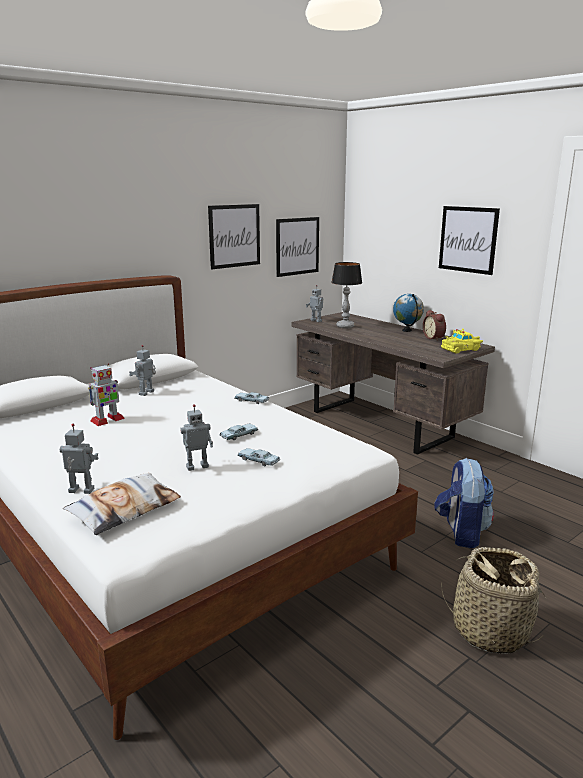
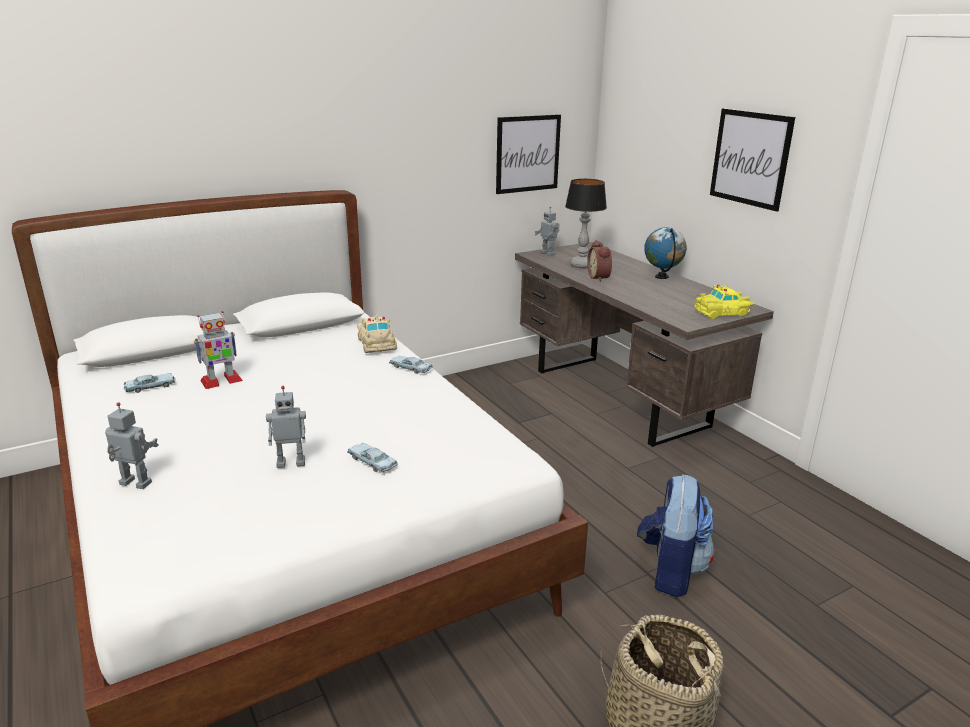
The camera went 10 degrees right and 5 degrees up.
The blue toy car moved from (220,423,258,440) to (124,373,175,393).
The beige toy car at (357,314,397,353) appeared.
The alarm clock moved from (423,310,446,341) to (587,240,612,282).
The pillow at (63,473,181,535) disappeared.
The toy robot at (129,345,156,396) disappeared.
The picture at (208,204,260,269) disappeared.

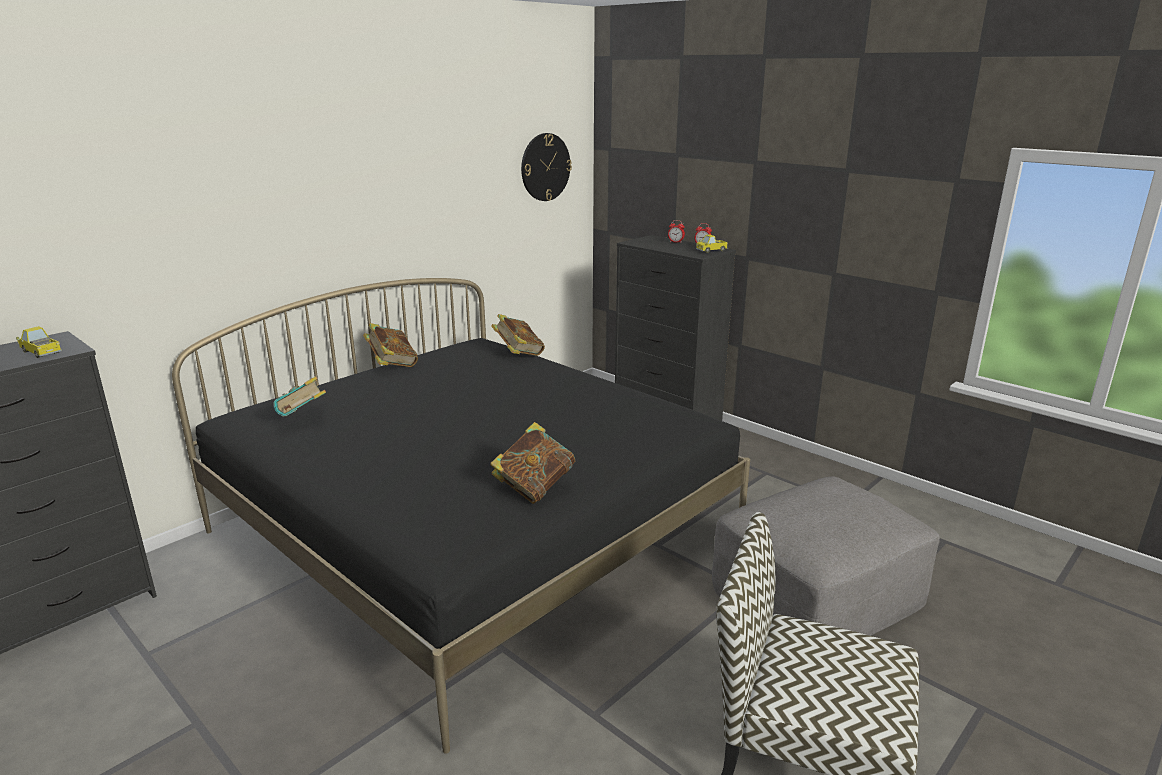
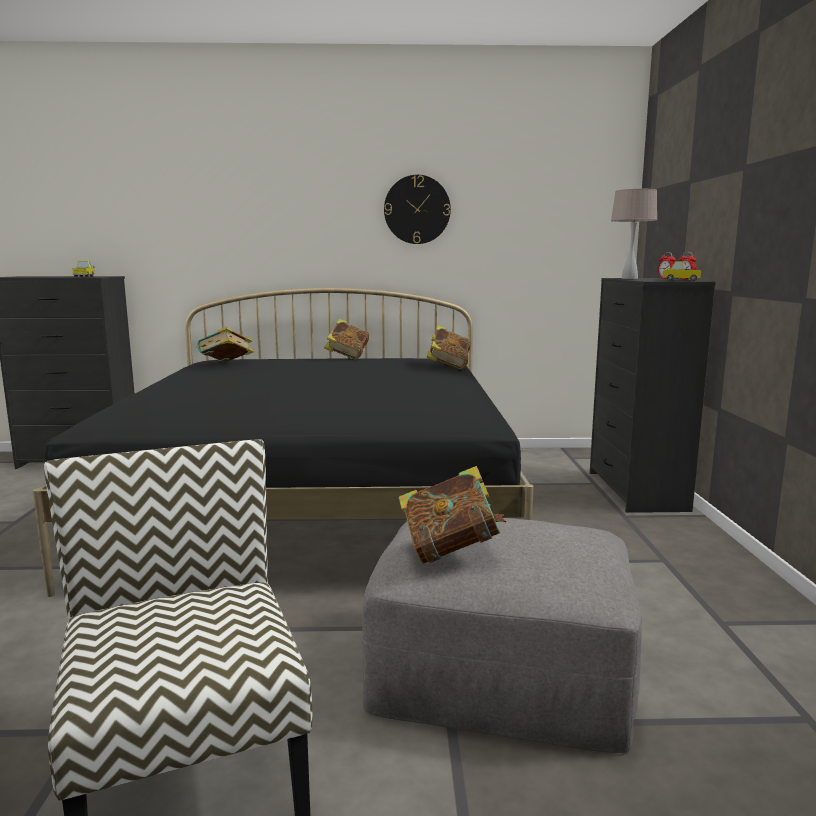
The camera went 45 degrees right and 10 degrees down.
The wall clock moved from (521,133,572,201) to (384,175,451,244).
The book moved from (490,422,575,504) to (399,466,507,564).
The beige table lamp at (611,188,657,279) appeared.

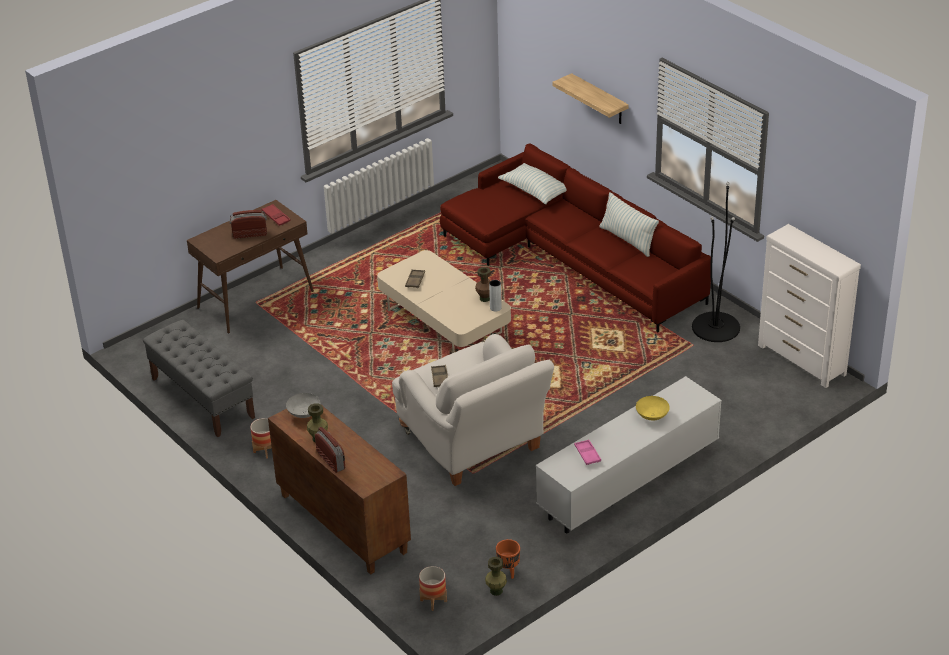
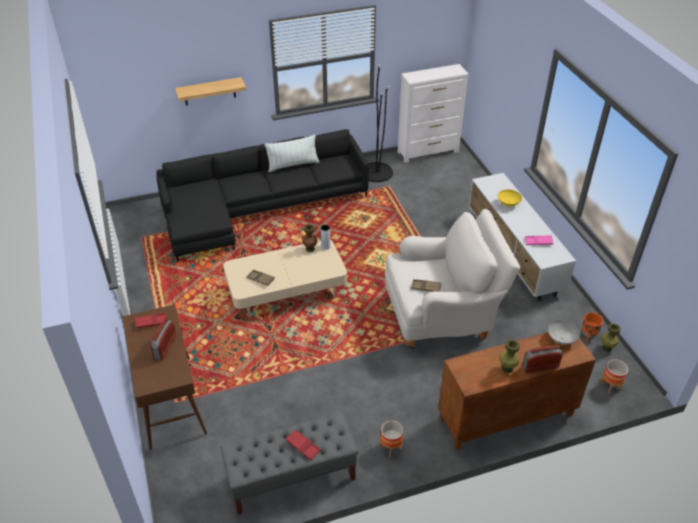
The camera went 70 degrees left and 5 degrees up.
The red sofa at (440,143,711,332) became the black sofa at (156,129,369,262).
The red tray at (286,429,321,460) appeared.
The grey bowl moved from (286,393,320,418) to (548,320,580,345).
The pillow at (498,163,566,204) disappeared.

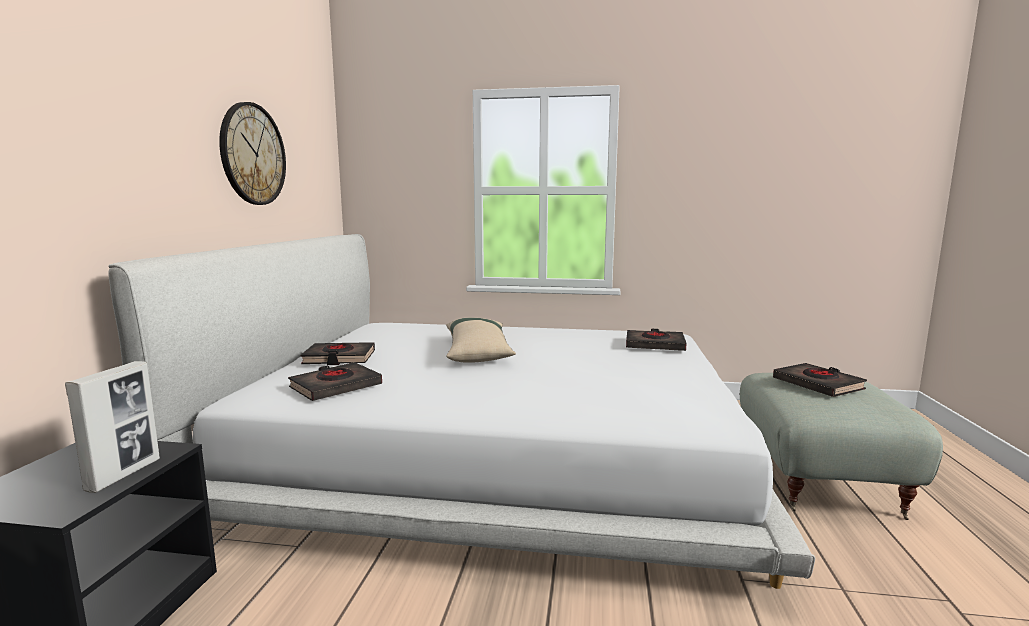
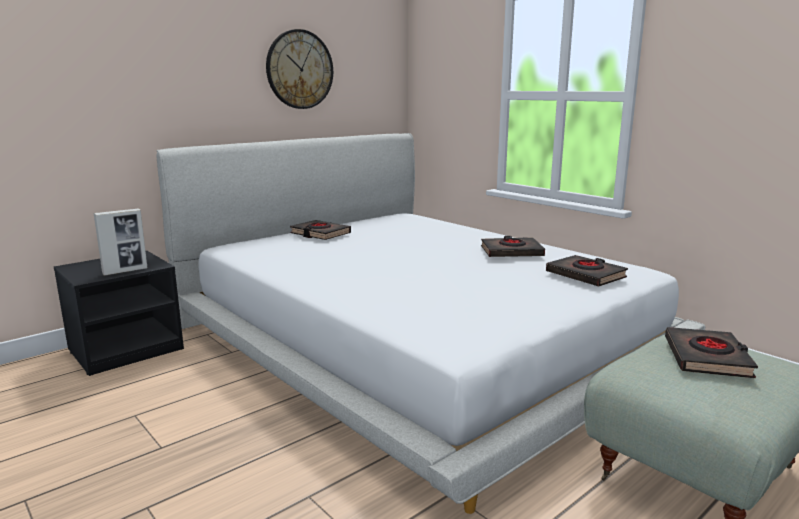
The camera went 40 degrees right and 5 degrees up.
The black book moved from (288,362,382,401) to (481,236,545,257).
The beige pillow at (446,317,516,363) disappeared.

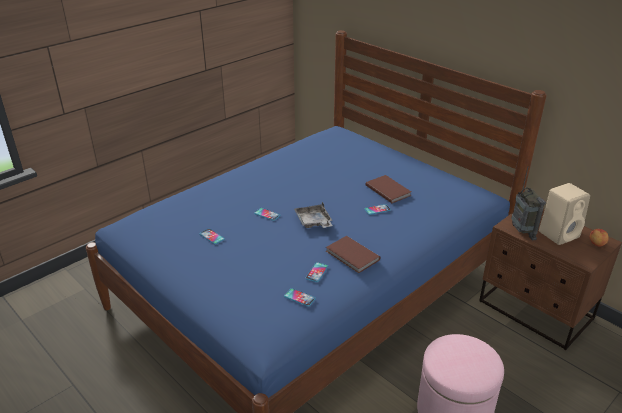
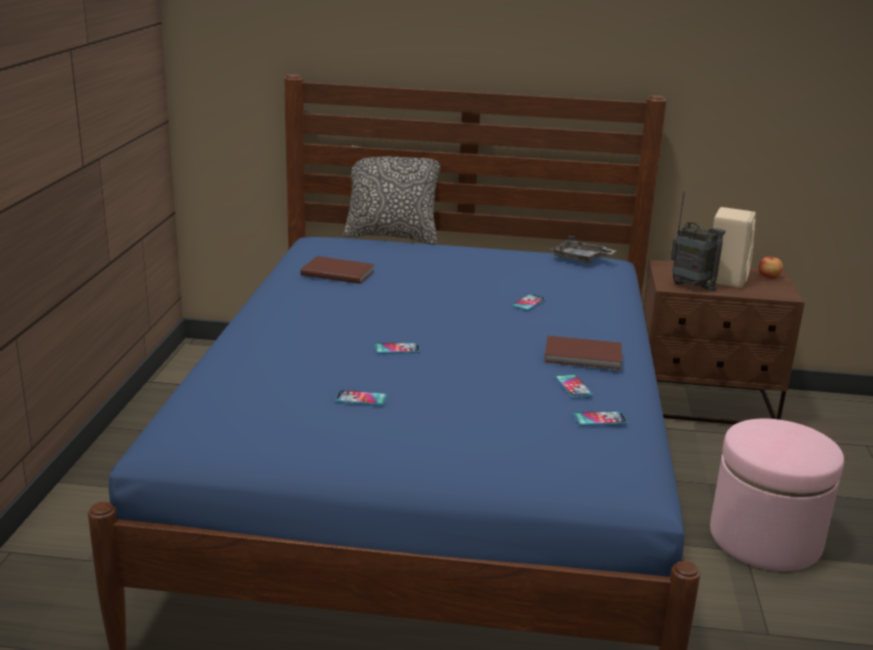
The camera went 40 degrees left and 10 degrees down.
The brown book moved from (366,175,411,203) to (300,256,375,284).
The pillow at (343,145,441,245) appeared.
The grey tray moved from (294,202,333,228) to (551,236,616,263).

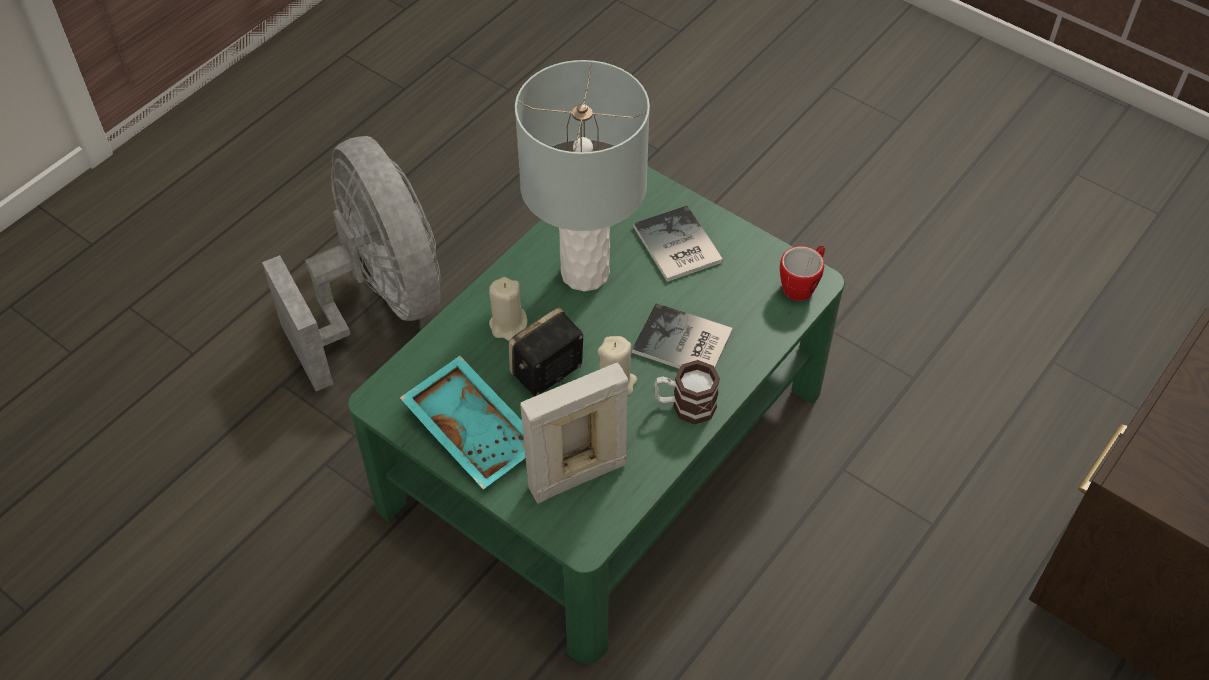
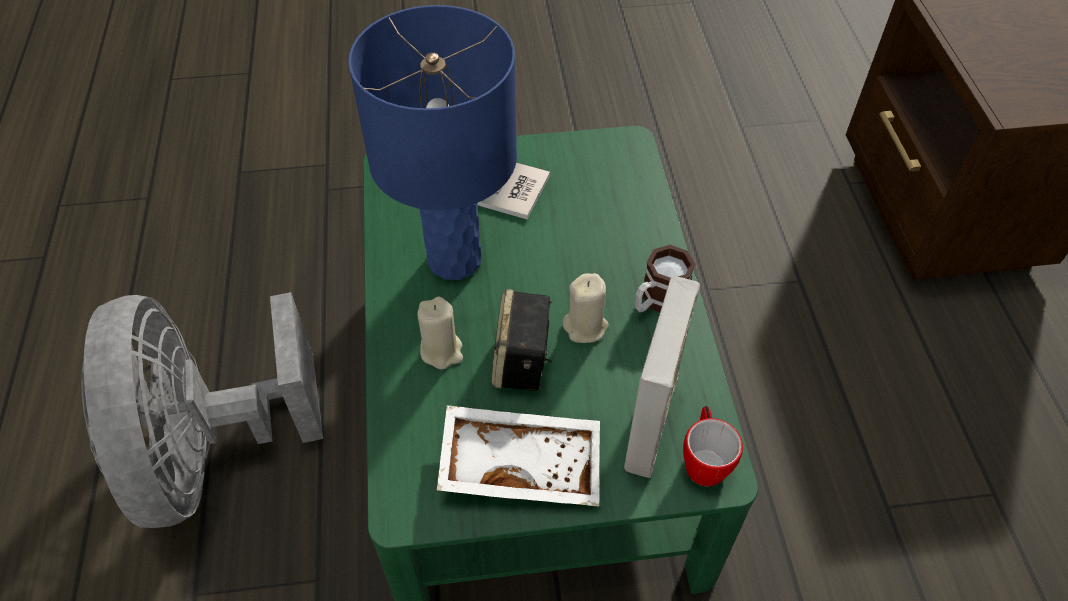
The camera went 45 degrees left and 0 degrees up.
The grey fan at (262,136,440,391) turned 120 degrees counterclockwise.
The grey table lamp at (515,60,650,291) became the blue table lamp at (348,5,517,280).
The turquoise tray at (400,356,526,490) became the white tray at (437,405,600,507).
The mug moved from (780,246,825,301) to (683,406,743,487).
The book at (632,303,733,369) disappeared.

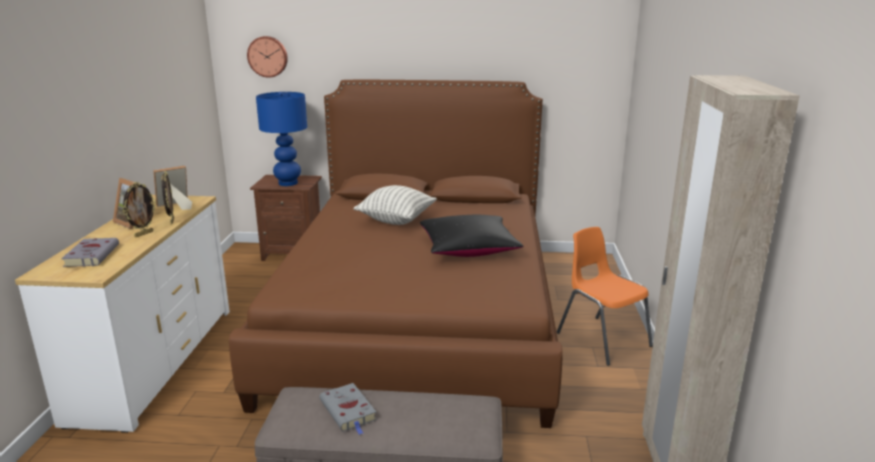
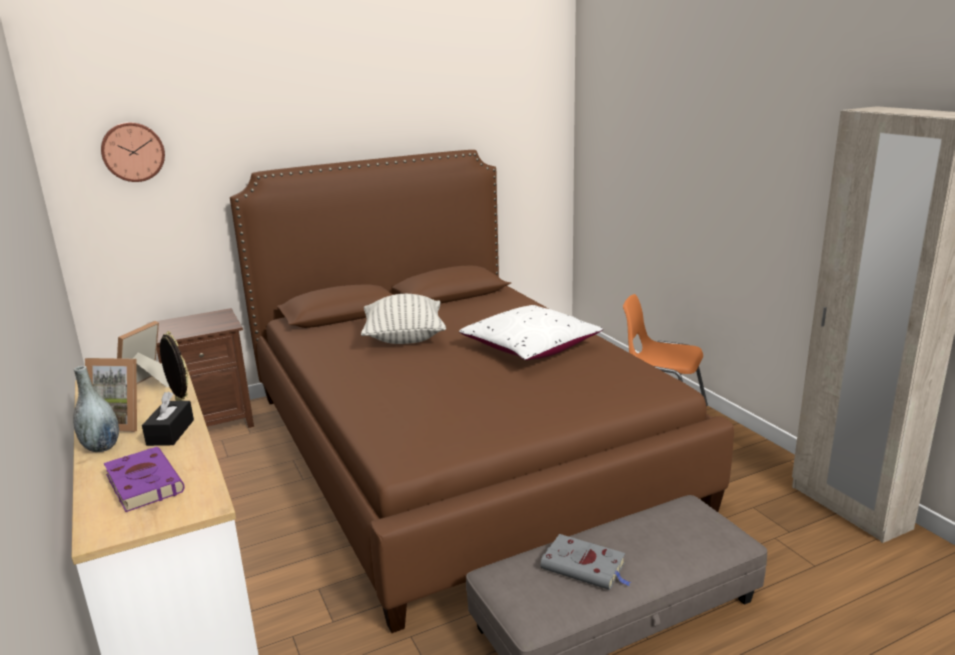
The camera went 30 degrees left and 0 degrees up.
The grey vase at (73,366,119,452) appeared.
The grey book at (61,238,119,267) became the purple book at (104,447,185,512).
The picture frame at (123,182,156,237) was replaced by the black tissue box at (142,392,194,446).
The black pillow at (420,215,524,257) became the white pillow at (459,305,603,360).
The blue table lamp at (256,92,307,186) disappeared.

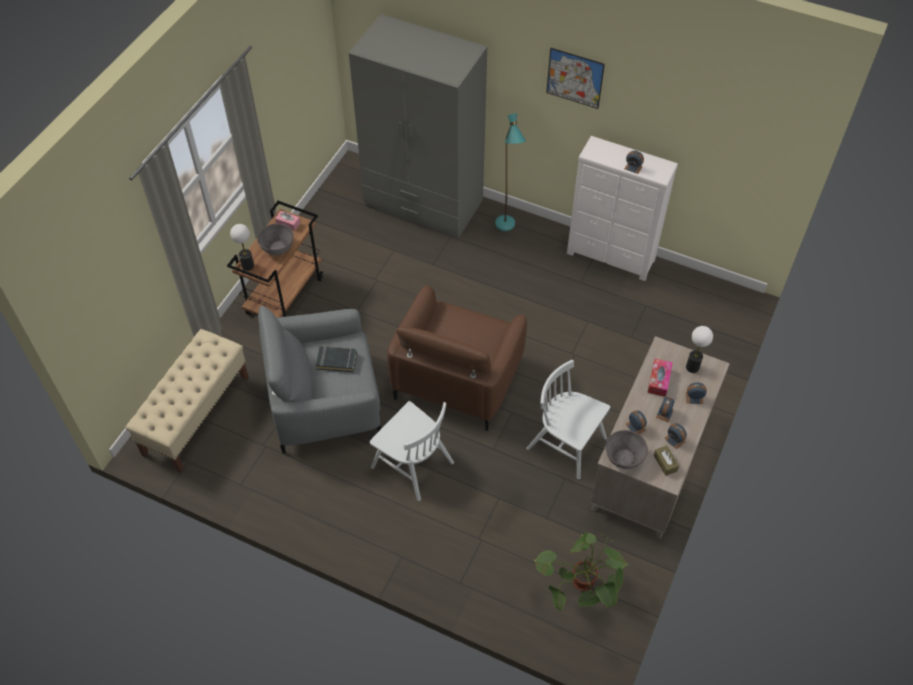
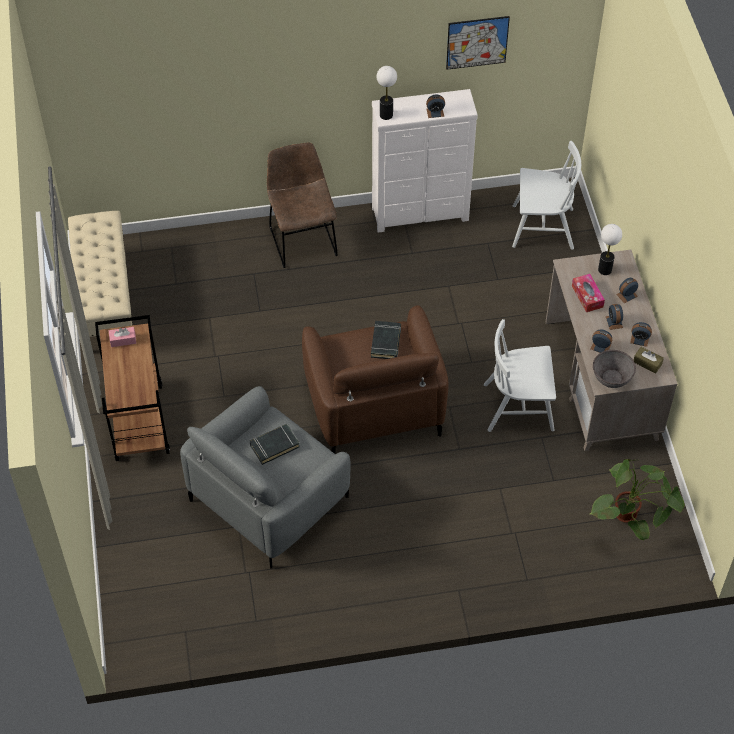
The camera went 35 degrees left and 0 degrees up.
The beige bench moved from (125,329,249,473) to (68,211,133,337).
The turquoise floor lamp at (495,113,526,231) was replaced by the brown chair at (267,143,338,268).
The black book at (371,321,401,359) appeared.
The table lamp moved from (230,224,254,271) to (377,66,397,120).
The picture moved from (546,48,605,109) to (446,16,510,70).
The white chair moved from (369,401,454,501) to (512,141,581,250).
The grey bowl at (257,224,294,255) disappeared.
The grey wardrobe at (349,14,487,239) disappeared.

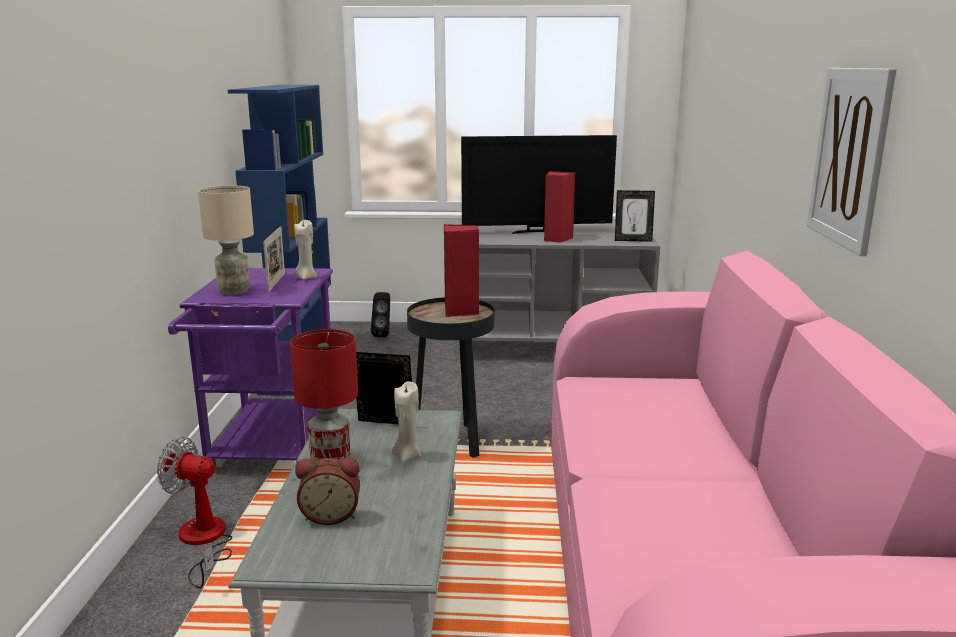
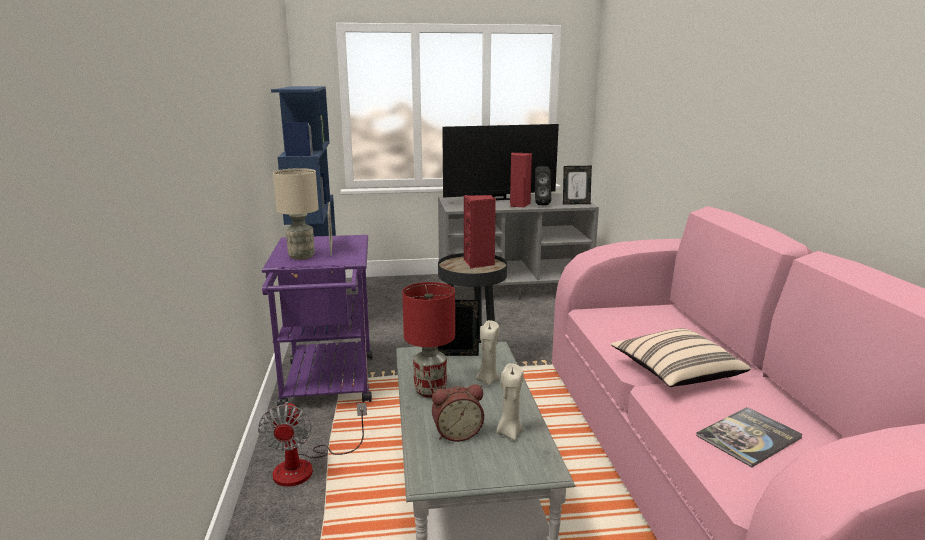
The camera went 10 degrees left and 0 degrees up.
The fan at (157,437,232,588) turned 105 degrees counterclockwise.
The beige candle moved from (294,220,317,280) to (497,363,524,440).
The black speaker moved from (371,292,390,337) to (535,166,551,205).
The beige pillow at (611,328,751,387) appeared.
The book at (696,407,803,467) appeared.
The picture at (807,68,896,256) disappeared.

